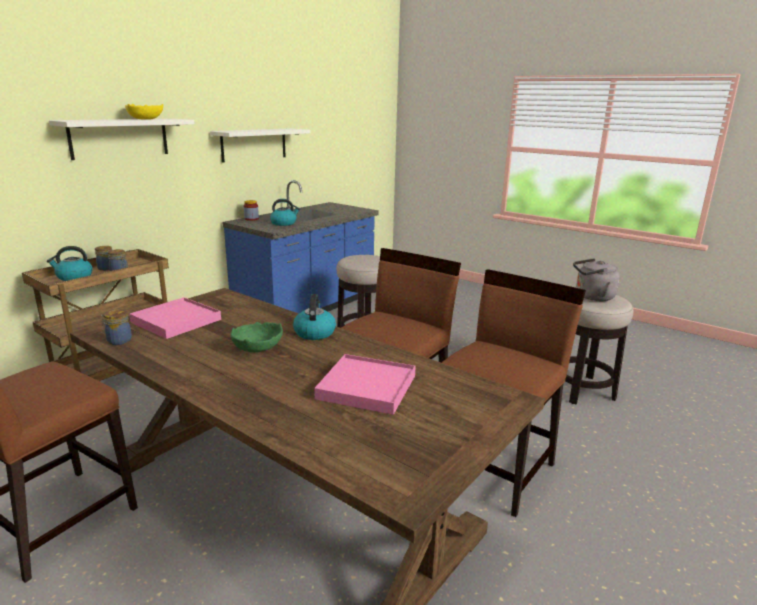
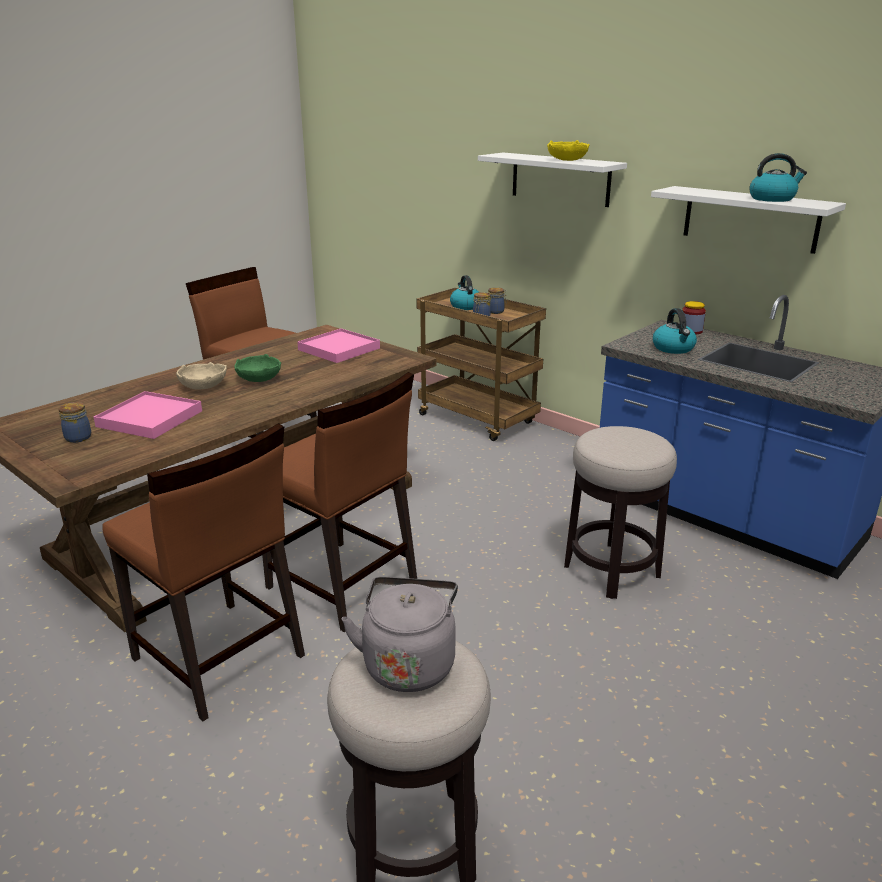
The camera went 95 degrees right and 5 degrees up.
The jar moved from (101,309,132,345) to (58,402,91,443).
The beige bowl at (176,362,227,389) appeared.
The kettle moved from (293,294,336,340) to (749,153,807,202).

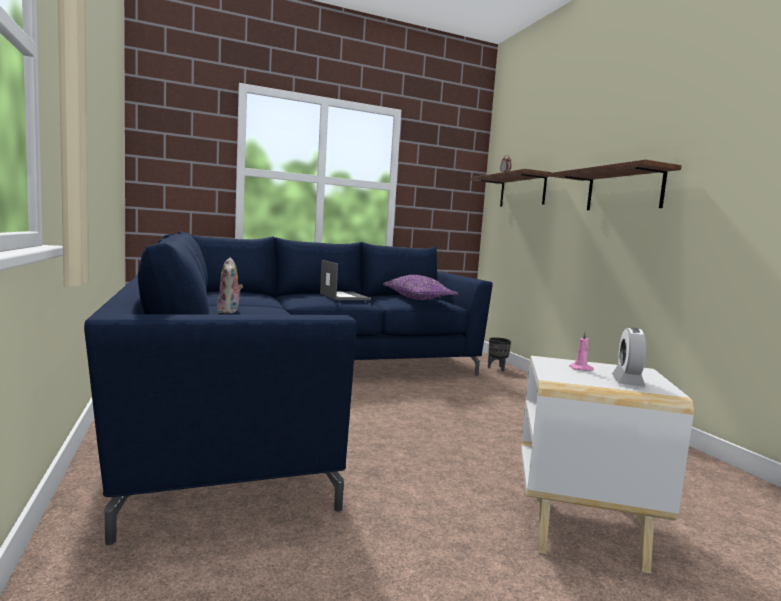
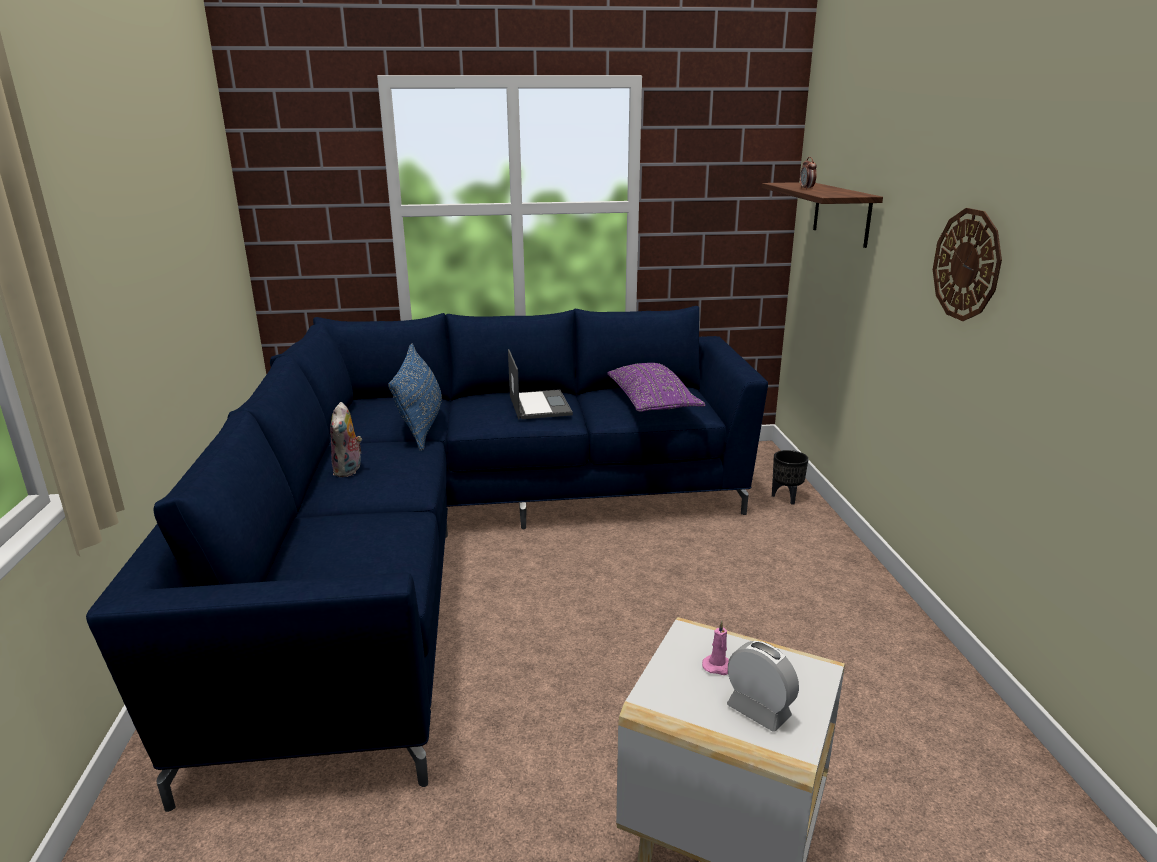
The camera went 15 degrees right and 15 degrees up.
The blue pillow at (388,344,442,451) appeared.
The alarm clock at (612,327,646,387) turned 105 degrees clockwise.
The shelf at (550,159,682,210) was replaced by the wall clock at (933,208,1002,321).

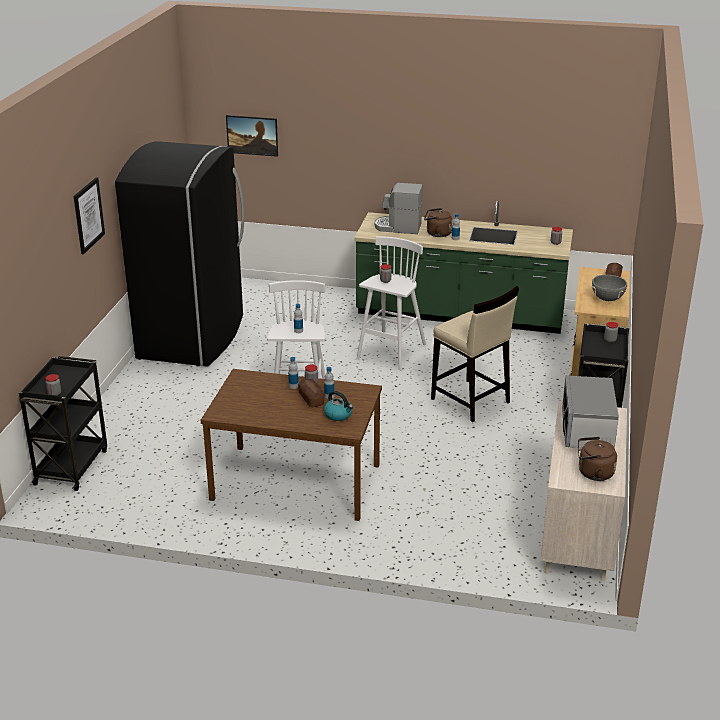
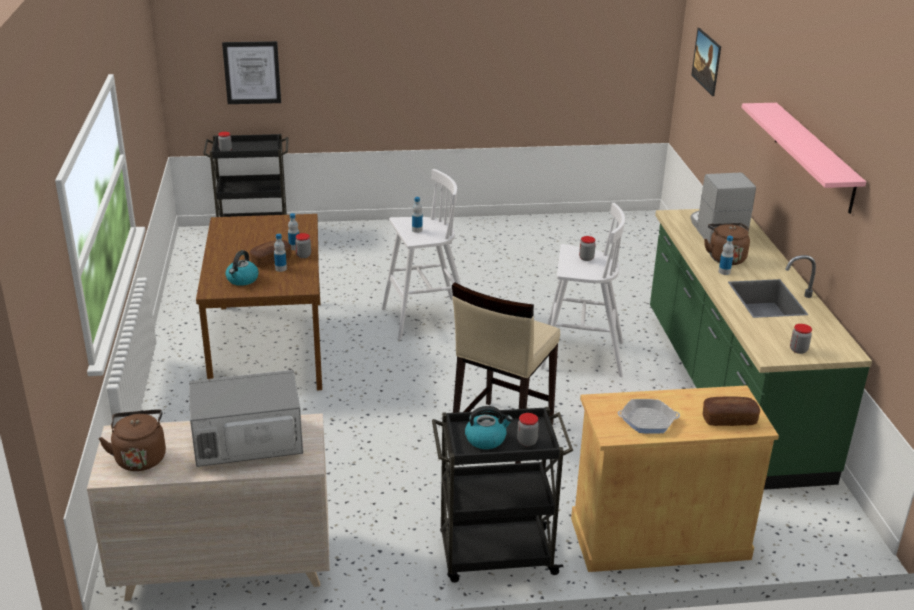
The camera went 70 degrees right and 0 degrees up.
The picture moved from (74,177,105,254) to (222,41,281,104).
The kettle at (465,406,513,449) appeared.
The grey cooking pot at (592,274,627,301) was replaced by the frying pan at (618,399,680,434).
The pink shelf at (742,103,866,214) appeared.
The black fridge at (115,141,245,367) disappeared.

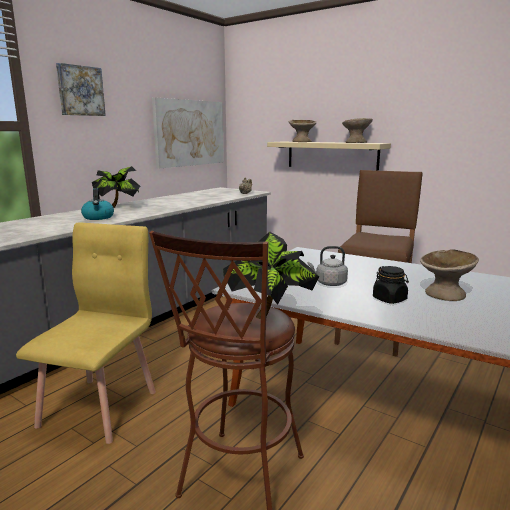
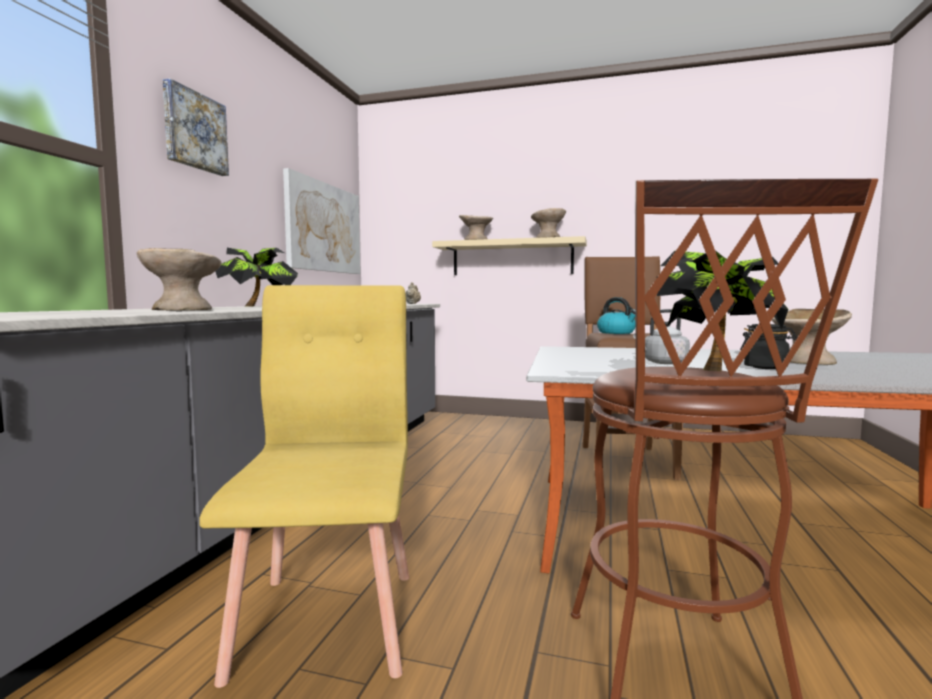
The camera went 20 degrees left and 10 degrees down.
The beige bowl at (137,248,222,311) appeared.
The kettle moved from (81,188,114,220) to (597,297,636,334).

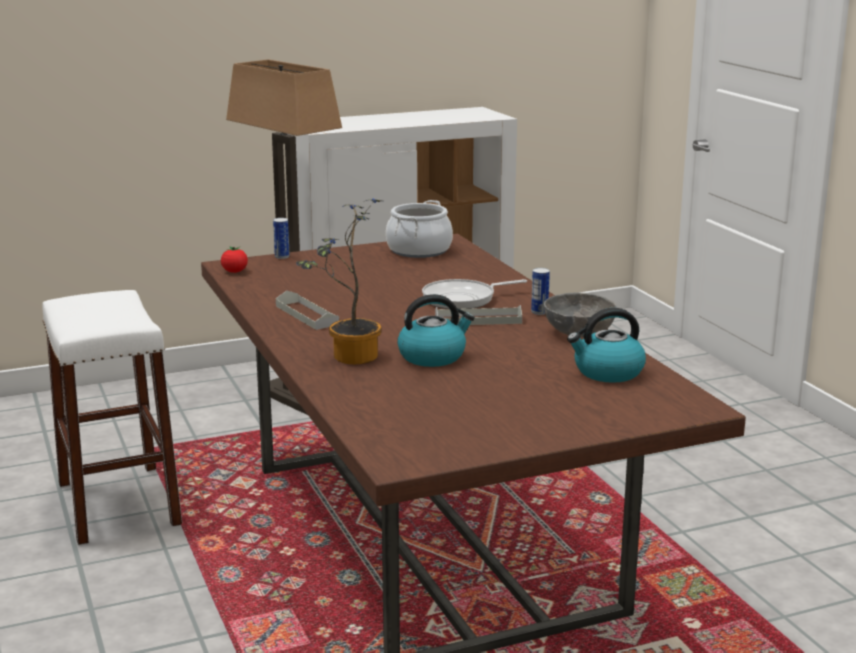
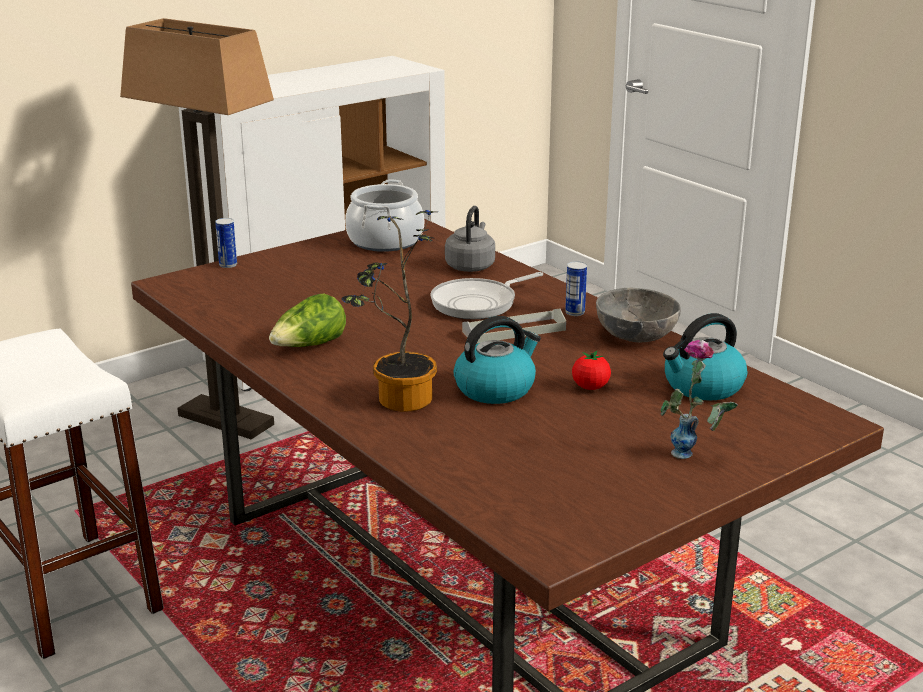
The camera went 15 degrees left and 5 degrees up.
The grey tray at (276,291,339,330) was replaced by the lettuce at (269,294,346,347).
The grey kettle at (445,206,495,272) appeared.
The tomato moved from (221,247,248,273) to (572,351,611,390).
The vase at (661,340,738,459) appeared.

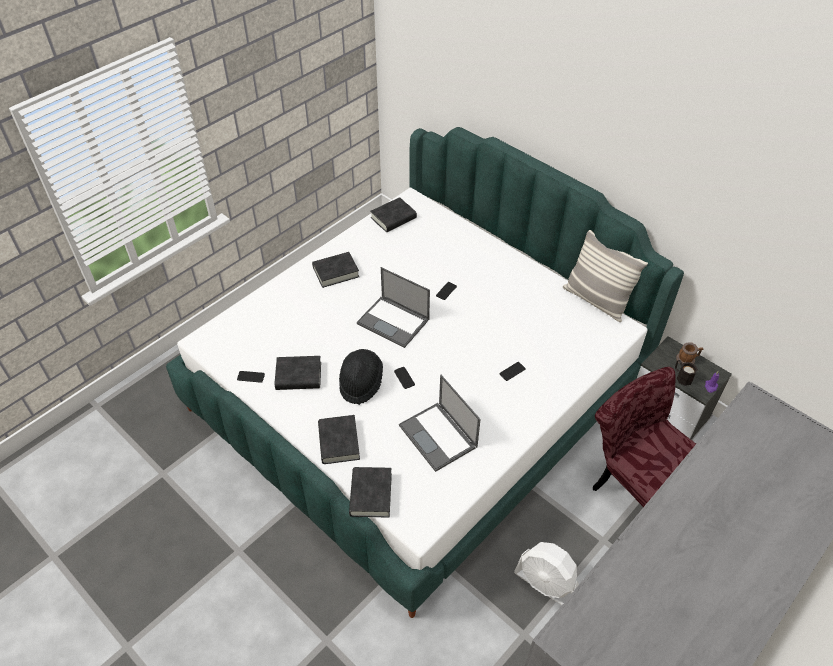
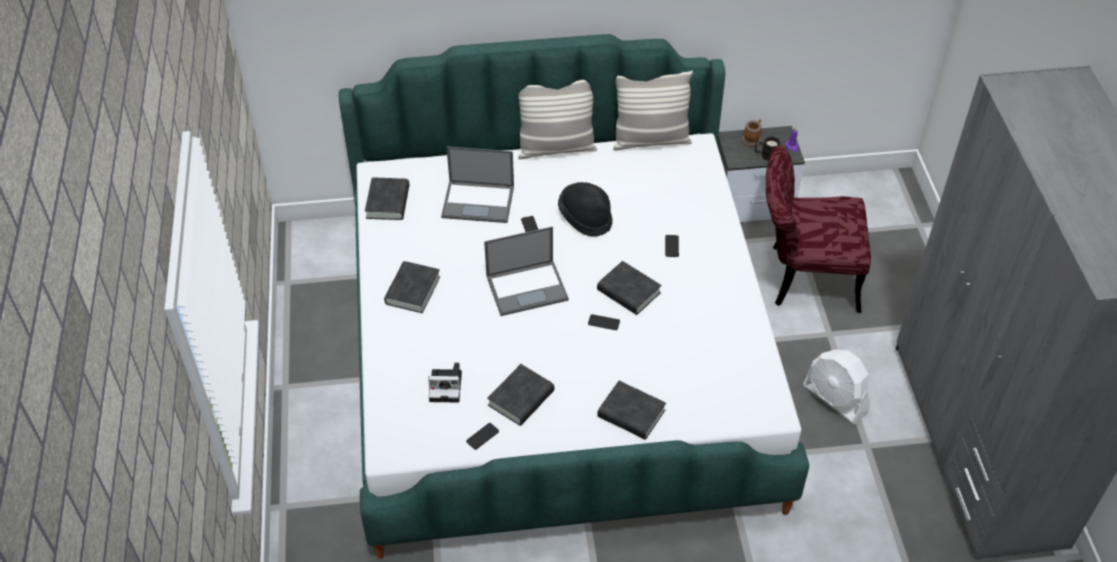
The camera went 50 degrees left and 0 degrees up.
The photo camera at (428,363,462,402) appeared.
The laptop moved from (399,375,481,472) to (441,146,514,223).
The pillow at (518,80,597,159) appeared.
The black hat moved from (339,349,383,405) to (558,182,613,237).
The black book moved from (349,467,392,518) to (597,261,661,315).
The white fan at (514,542,579,605) turned 60 degrees clockwise.

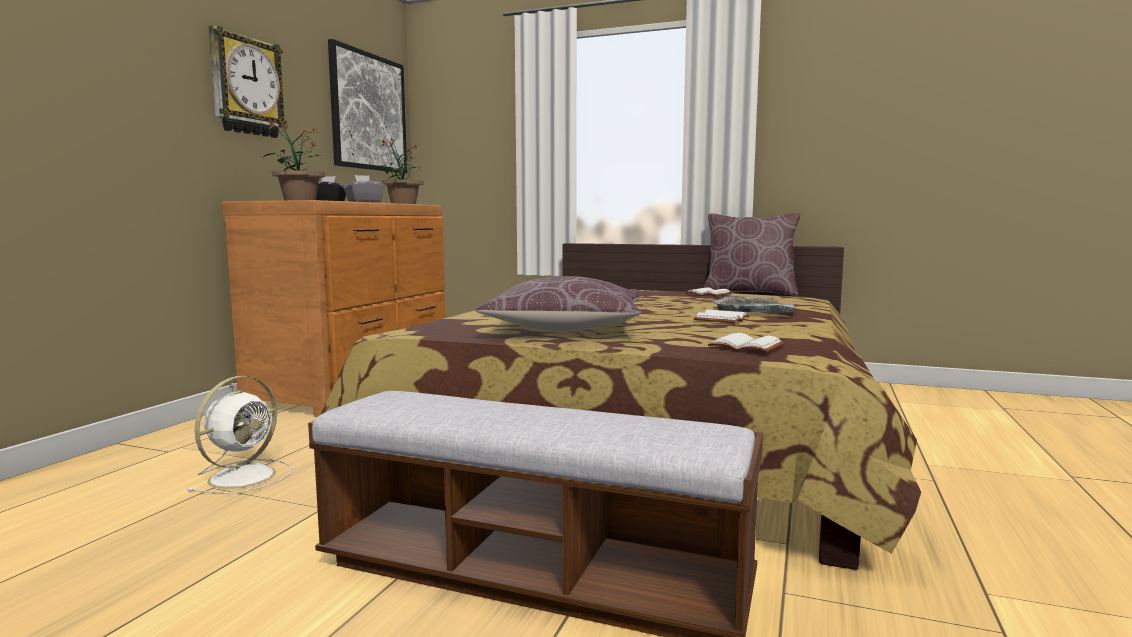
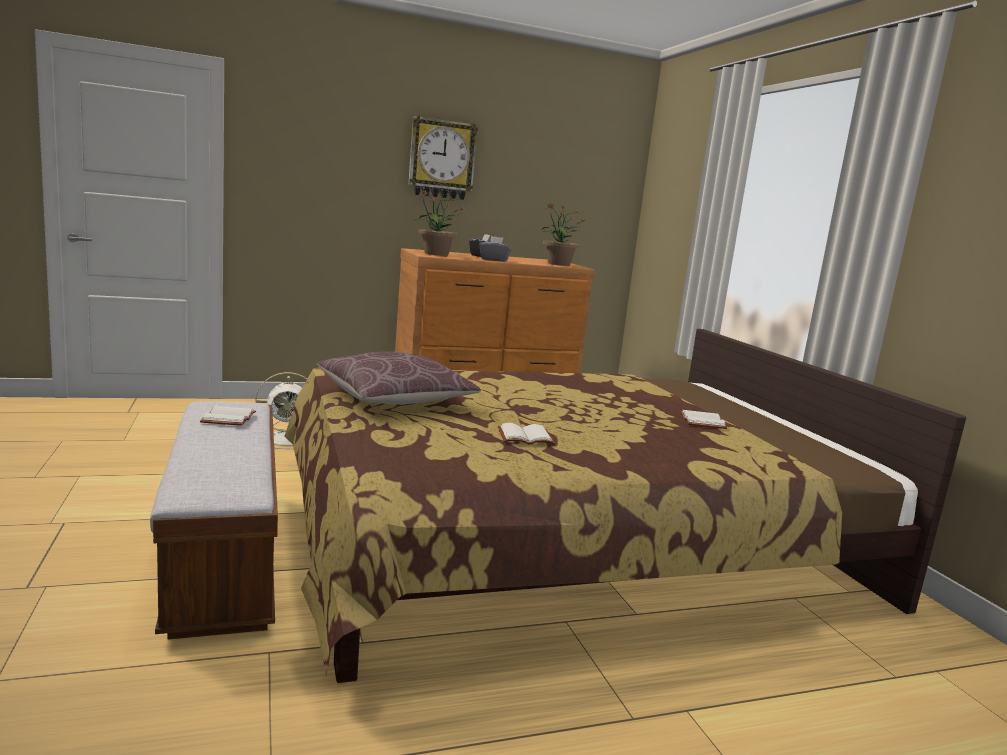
The camera went 50 degrees right and 5 degrees up.
The white book moved from (708,333,785,353) to (200,406,256,426).
The picture at (328,39,407,173) disappeared.
The brown pillow at (704,213,801,295) disappeared.
The grey tray at (713,296,795,313) disappeared.

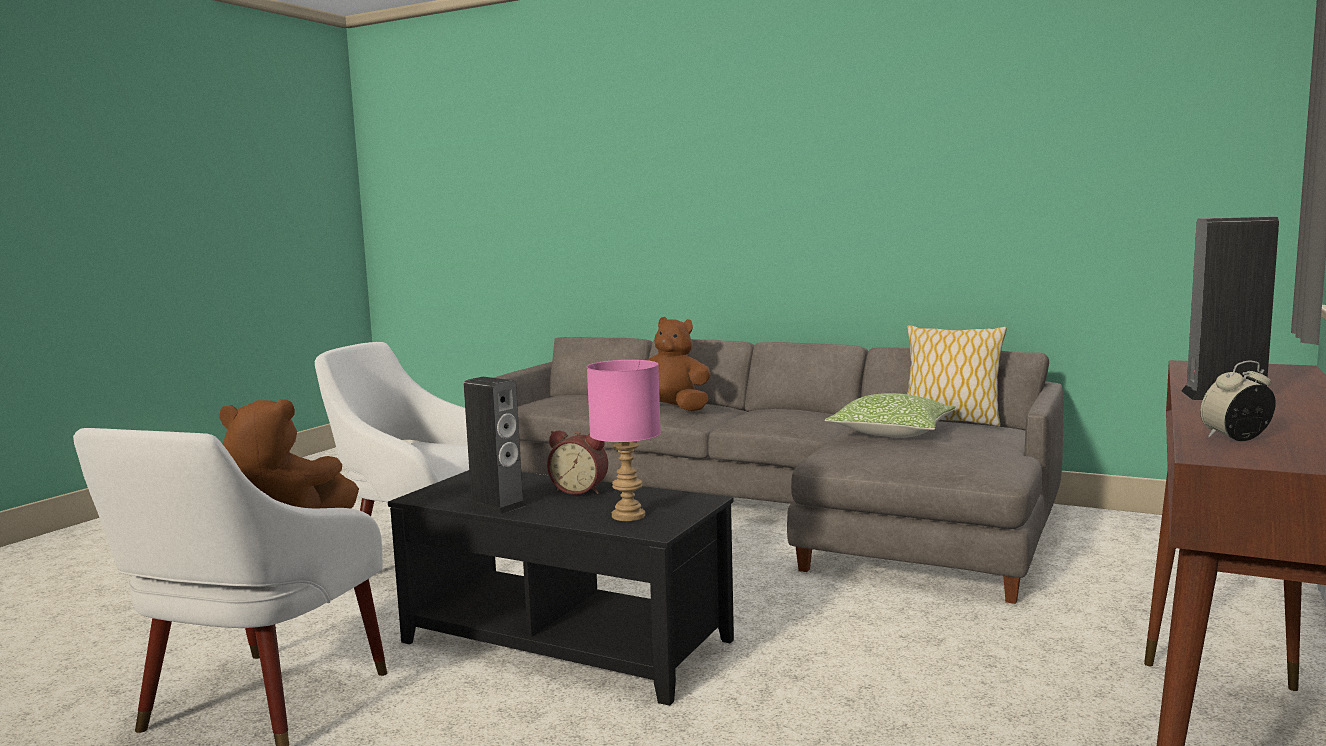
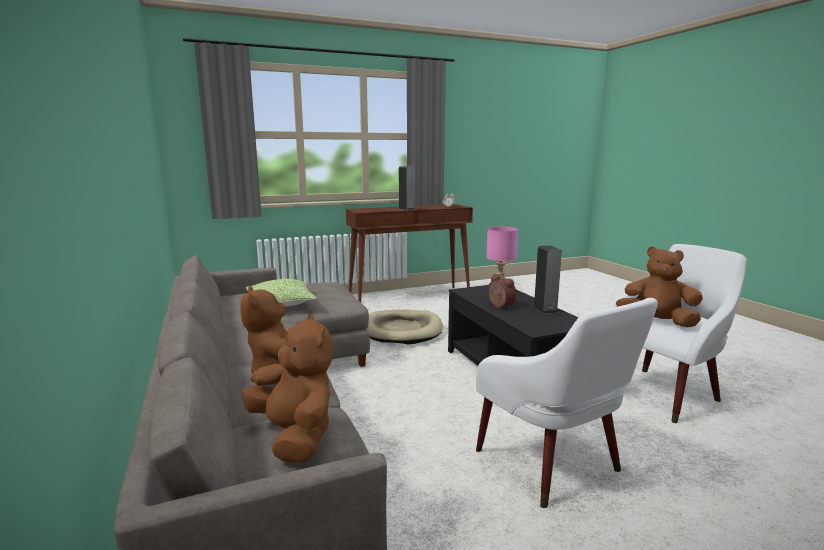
The camera went 140 degrees left and 5 degrees up.
The brown plush toy at (242,314,333,463) appeared.
The beige dog bed at (367,310,443,344) appeared.
The pillow at (907,325,1007,426) disappeared.

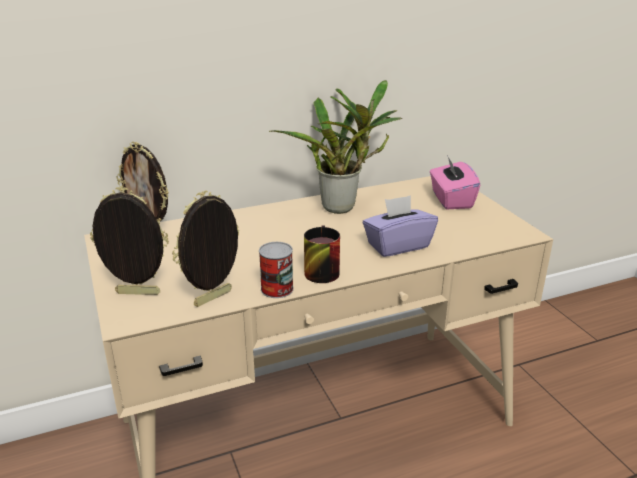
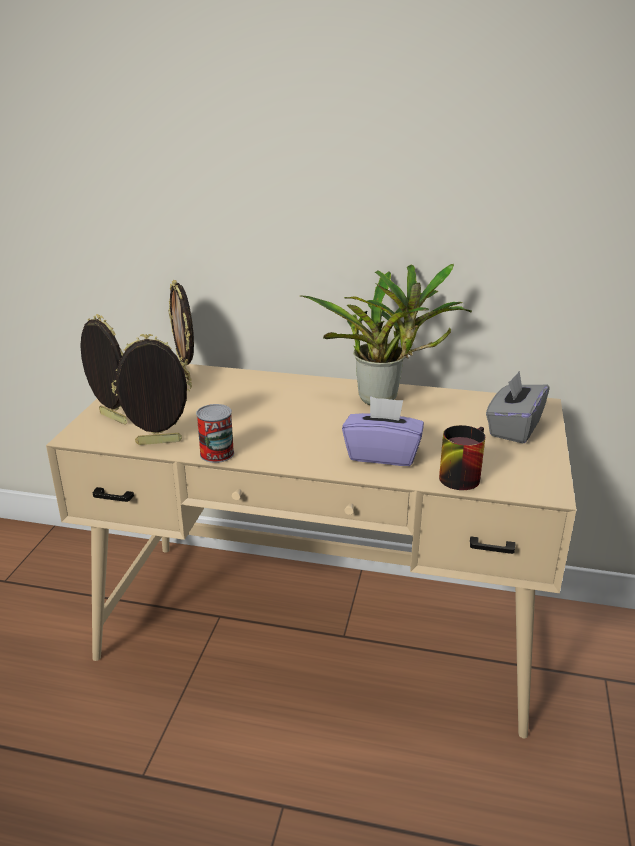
The camera went 35 degrees right and 0 degrees up.
The mug moved from (304,226,340,283) to (439,425,485,490).
The pink tissue box at (430,155,480,209) became the grey tissue box at (486,371,550,443).

